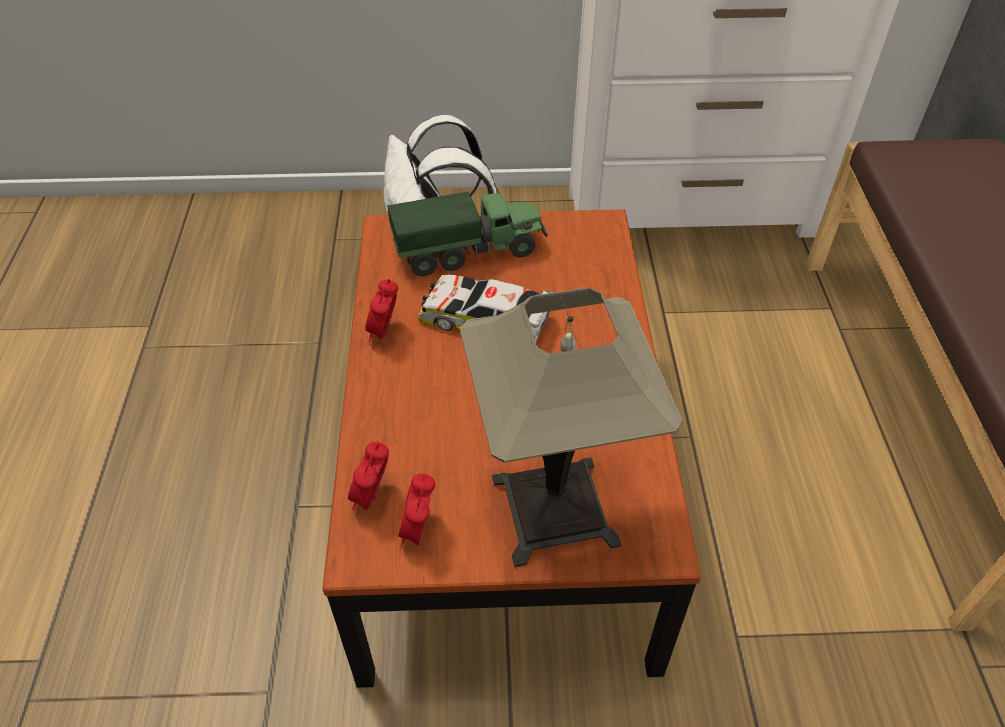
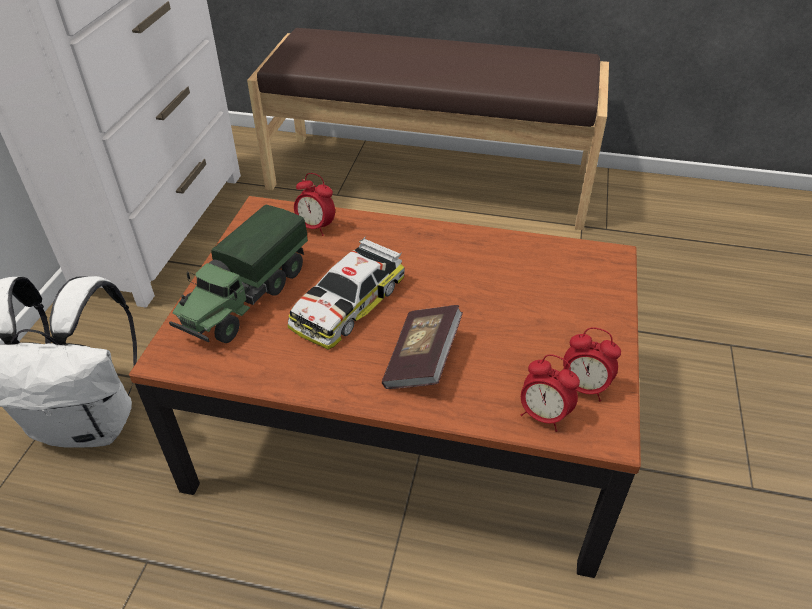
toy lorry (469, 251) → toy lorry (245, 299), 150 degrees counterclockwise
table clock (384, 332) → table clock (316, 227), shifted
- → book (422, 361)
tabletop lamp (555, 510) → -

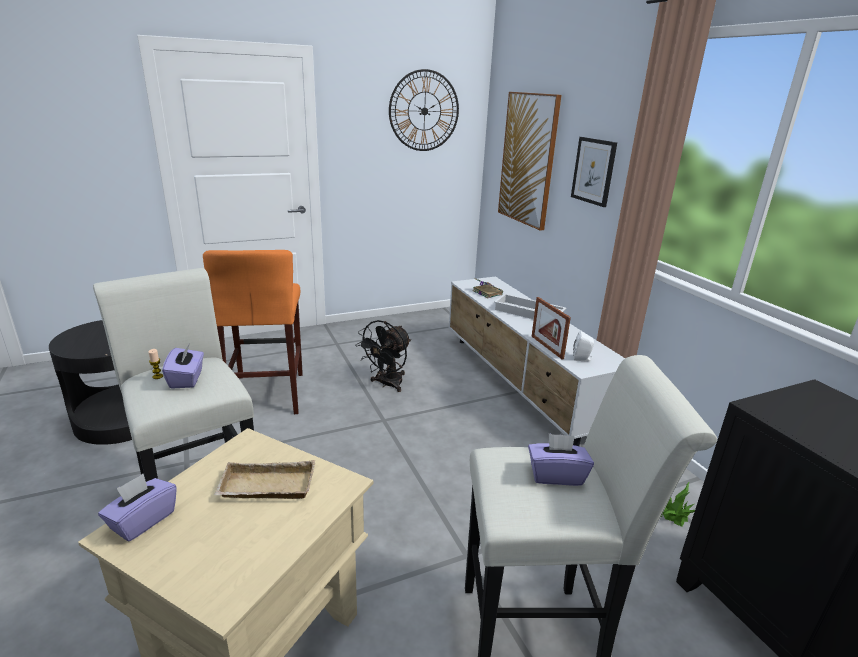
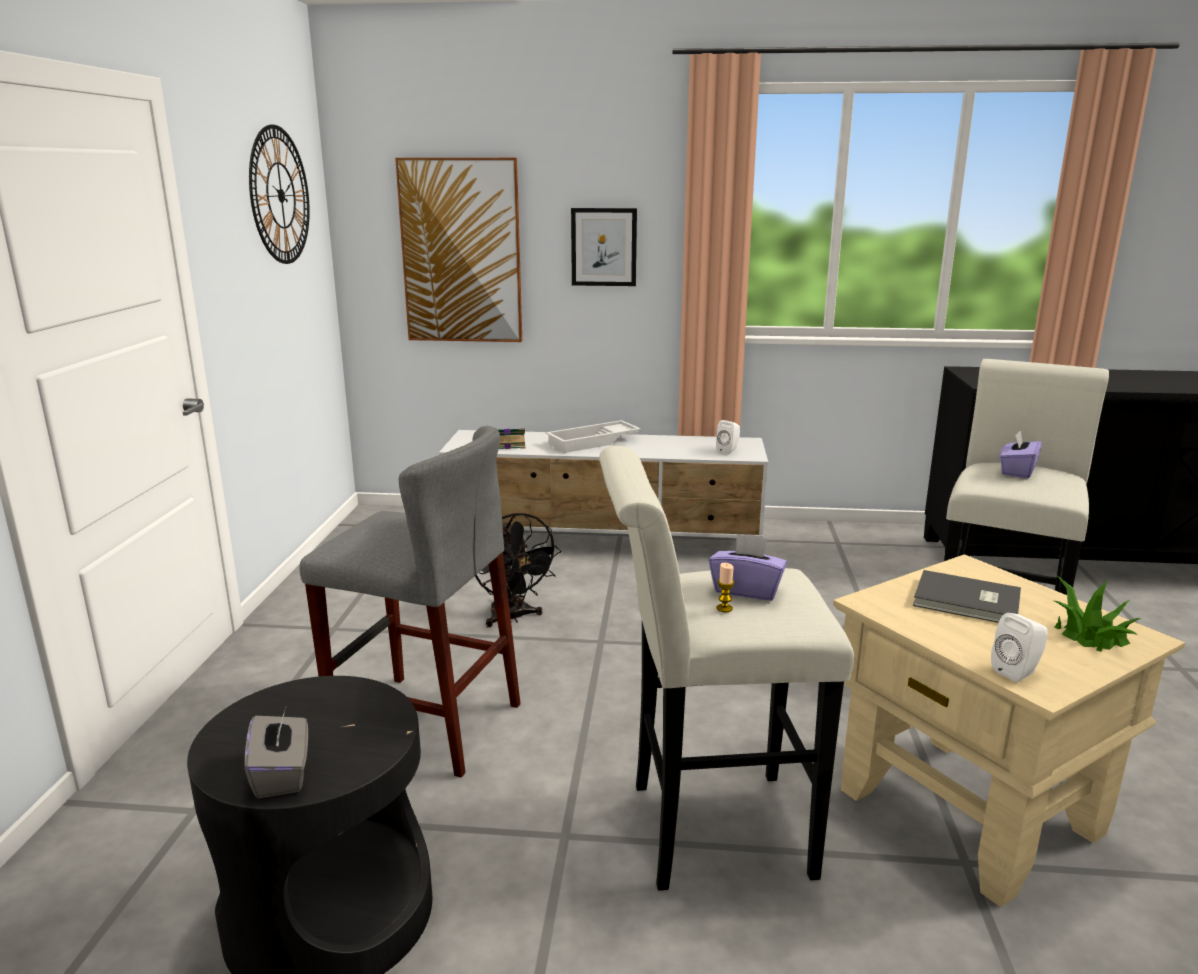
- → greyish tissue holder (282, 774)
orange-coloured stool seat (267, 394) → greyish stool seat (426, 722)
beige carrying tray (265, 488) → greyish book (968, 602)
purplish tissue holder (142, 520) → white audio speaker (1017, 672)
houseplant (674, 512) → houseplant (1090, 634), shifted
picture frame (547, 347) → -

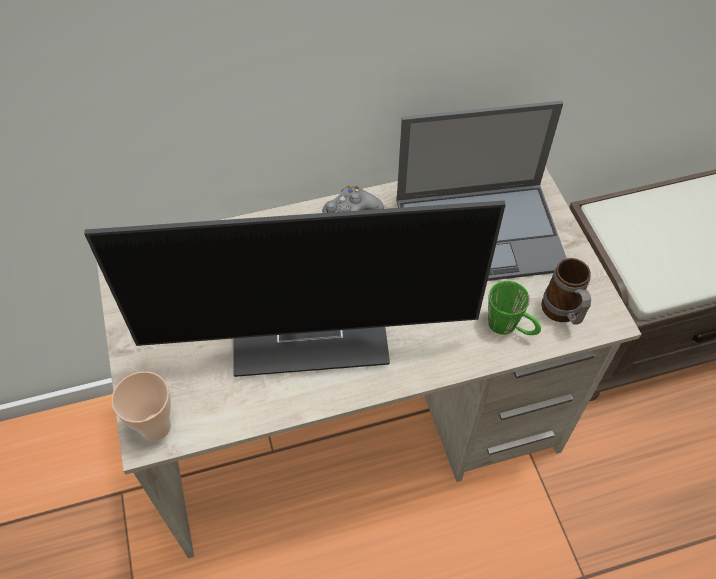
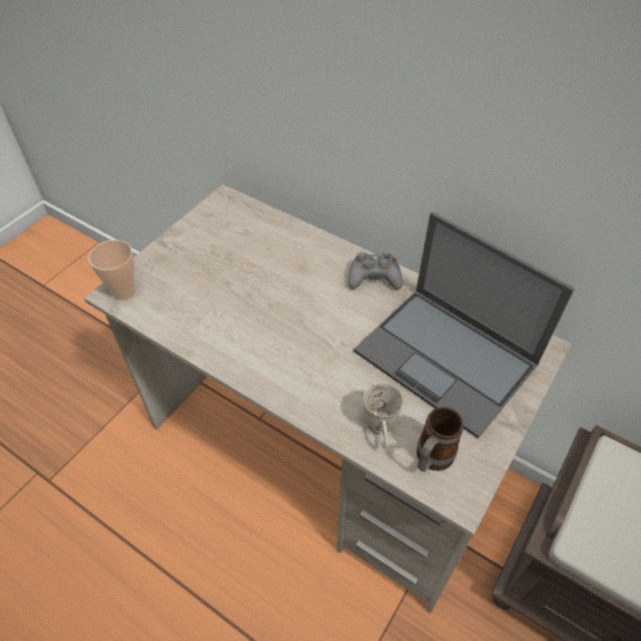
greenish mug (510, 327) → white mug (381, 431)
monitor (313, 329) → -

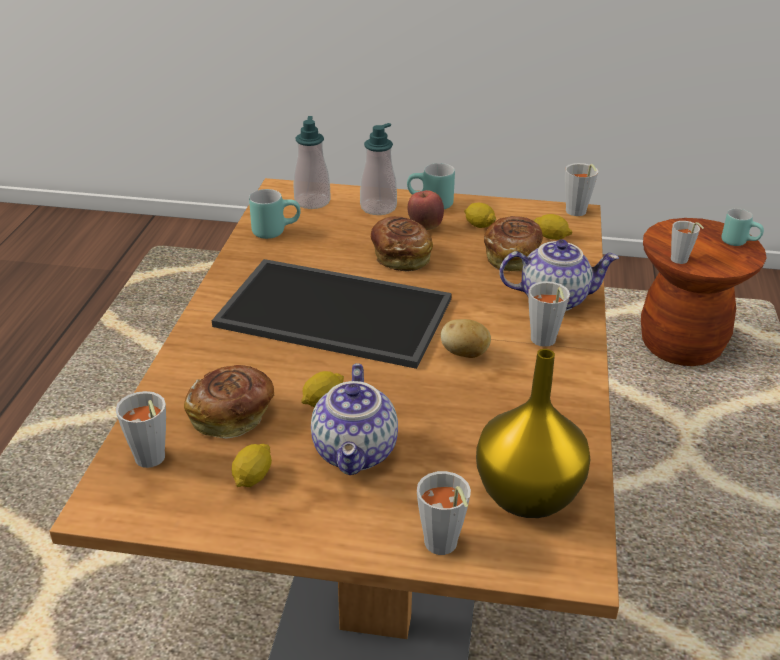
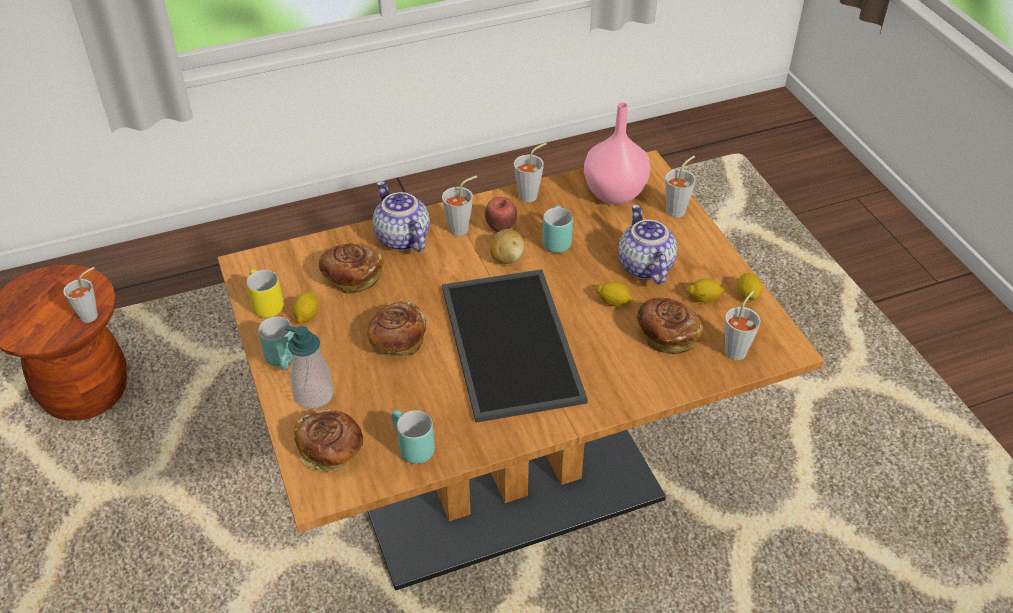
- → yellow mug (263, 305)
soap bottle (312, 201) → bakery bread (331, 451)
whole apple (425, 227) → whole apple (500, 228), shifted
greyish cup (577, 213) → greyish cup (531, 194), shifted
blue-green mug (739, 242) → blue-green mug (554, 240), shifted
yellow decorative vase (525, 495) → pink decorative vase (614, 194)
pot for tea (357, 453) → pot for tea (643, 266), 75 degrees counterclockwise
citrus fruit (551, 237) → citrus fruit (747, 294), shifted

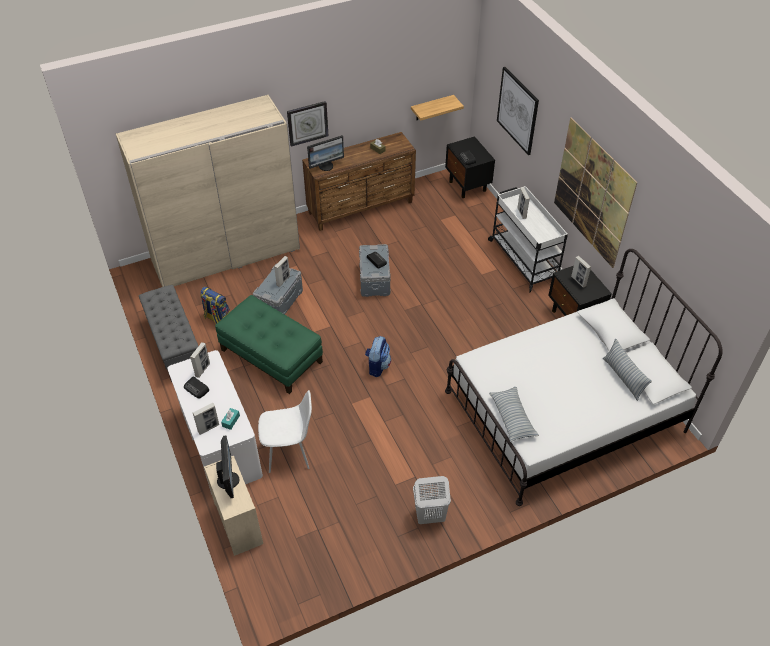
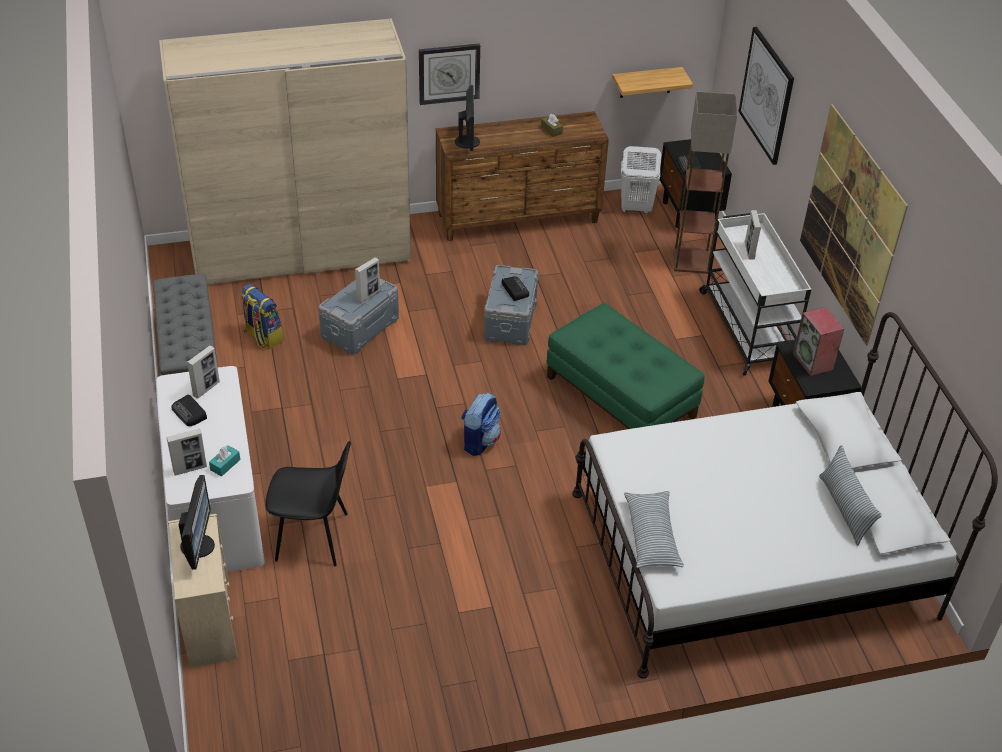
white upright chair (290, 451) → black upright chair (314, 537)
monitor (326, 166) → monitor (468, 142), 75 degrees counterclockwise
greenish pouffe (272, 355) → greenish pouffe (621, 396), shifted
white hamper (429, 516) → white hamper (635, 208), shifted
- → standing lamp (690, 260)
picture frame (578, 281) → audio speaker (813, 362)

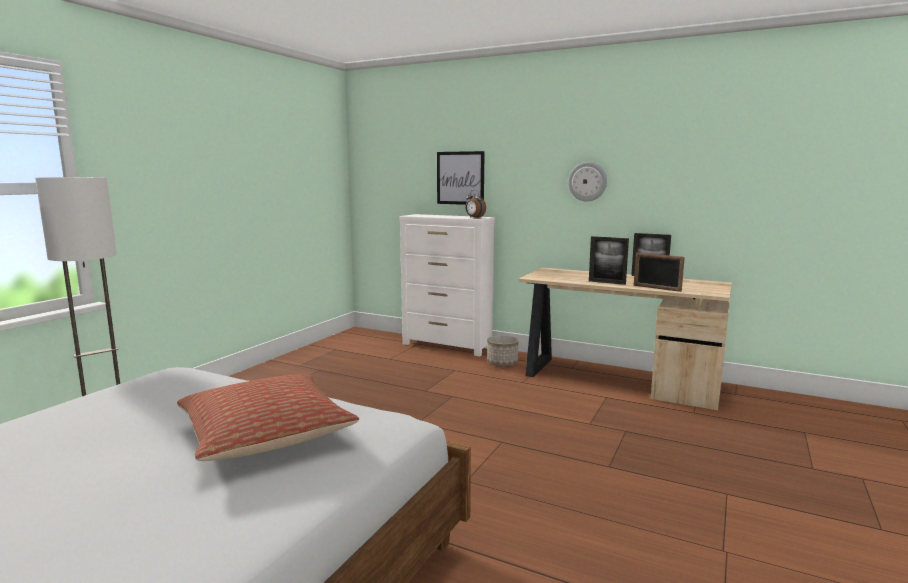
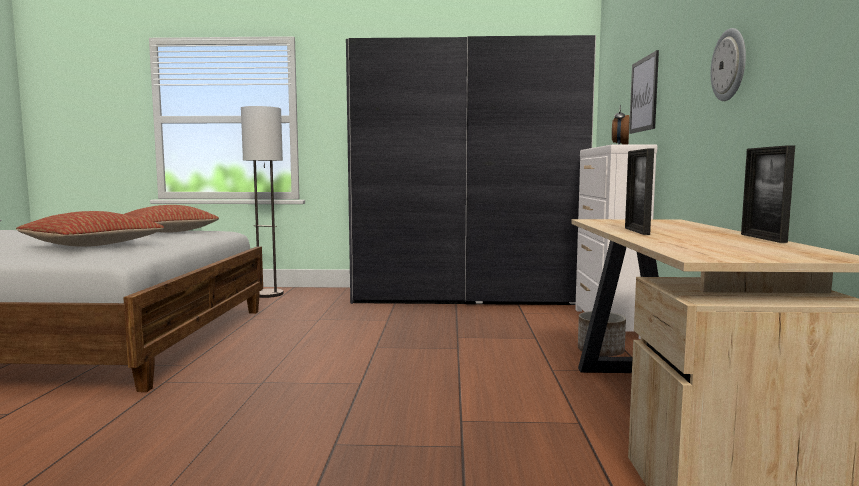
- → cushion (168, 232)
- → greyish clothes cupboard (466, 296)
picture frame (656, 288) → -

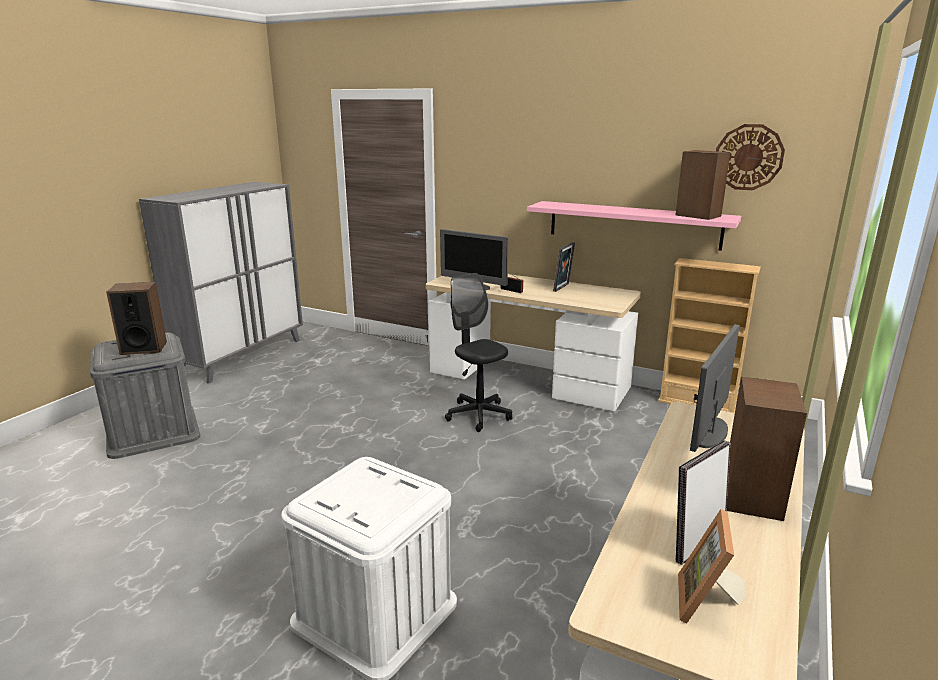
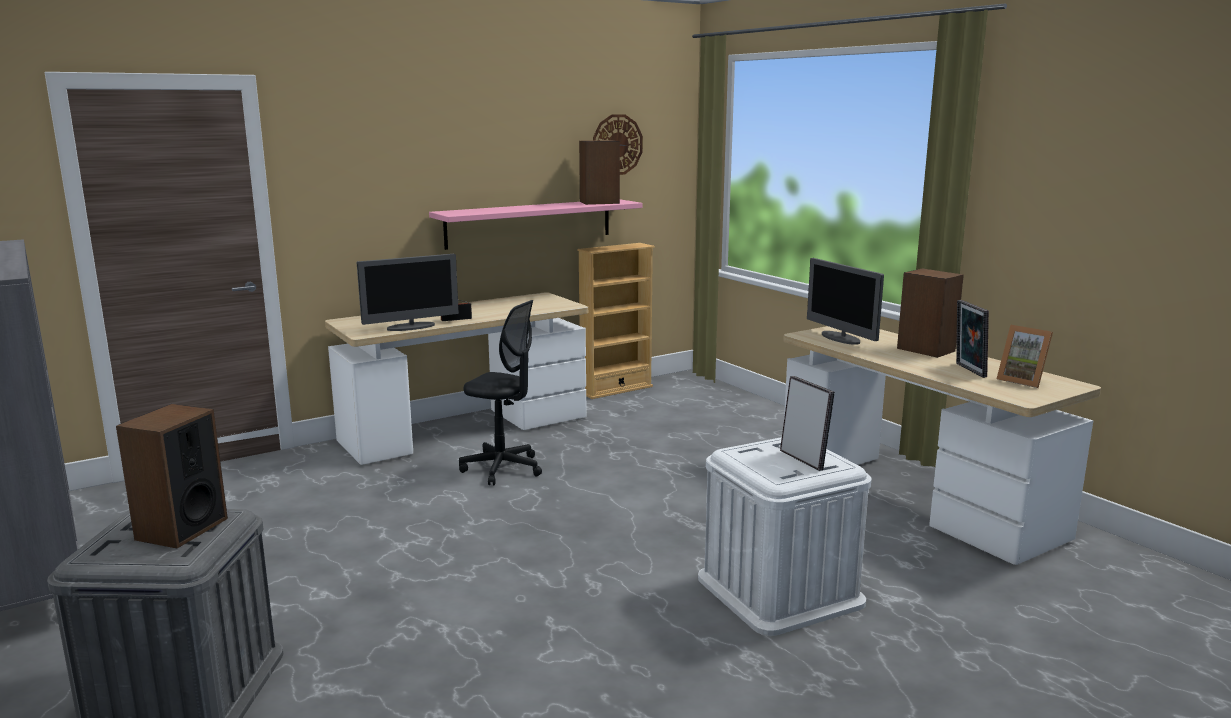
black computer chair (478, 415) → black computer chair (502, 469), 150 degrees counterclockwise
picture frame (563, 288) → picture frame (804, 459), shifted

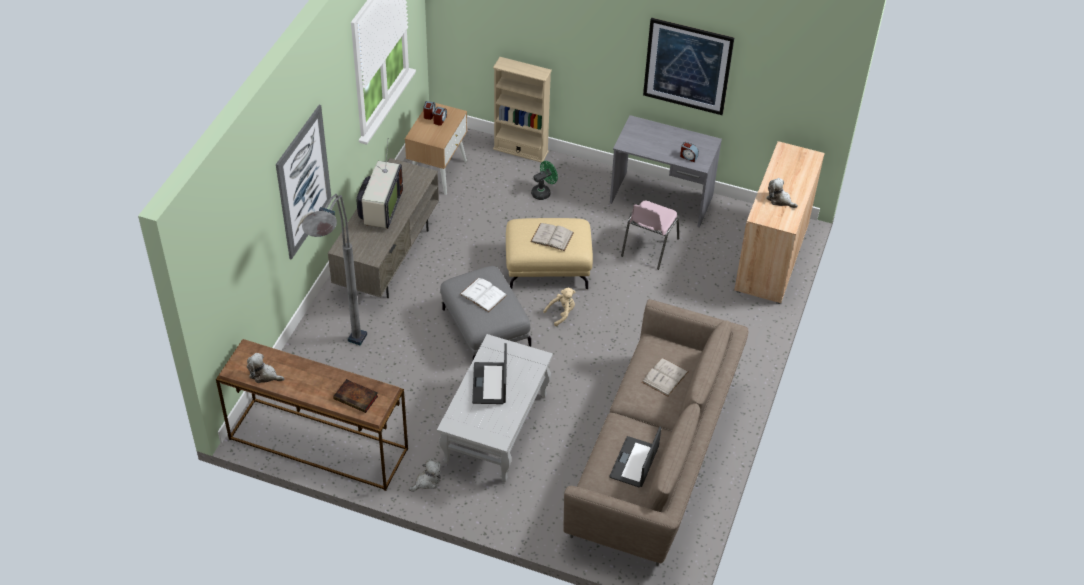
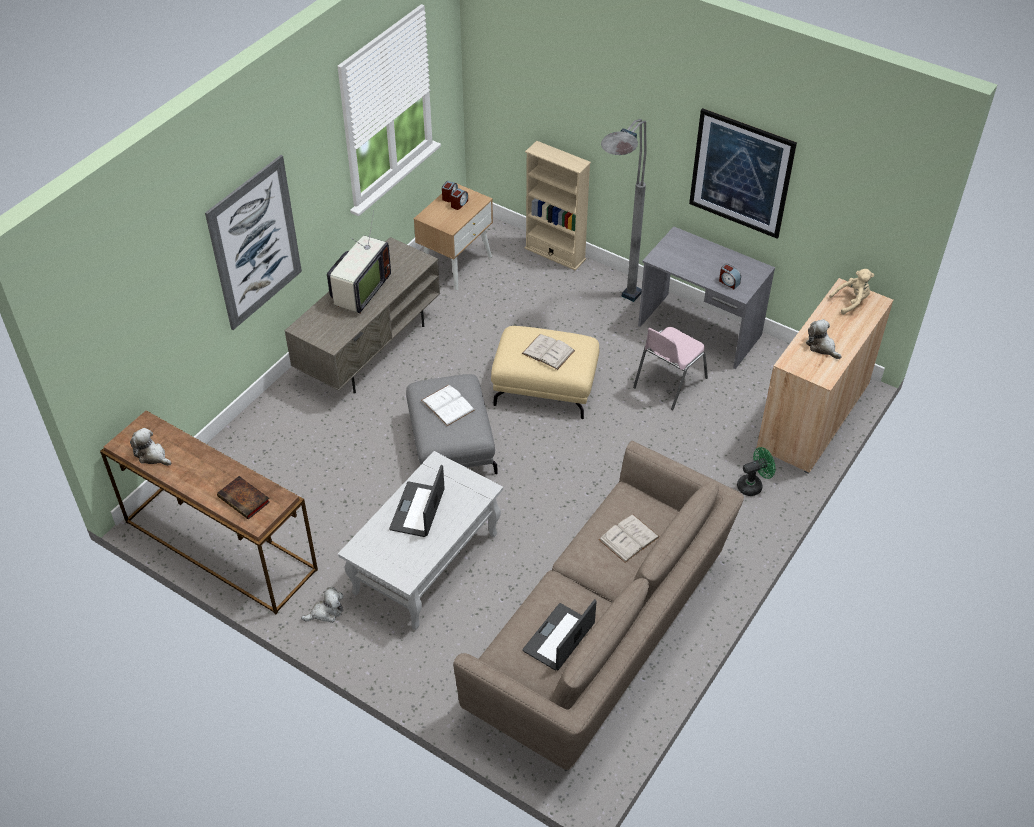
greyish standing lamp (343, 360) → greyish standing lamp (614, 313), shifted
greenish electric fan (543, 192) → greenish electric fan (753, 485), shifted
beige soft toy (561, 313) → beige soft toy (851, 302), shifted

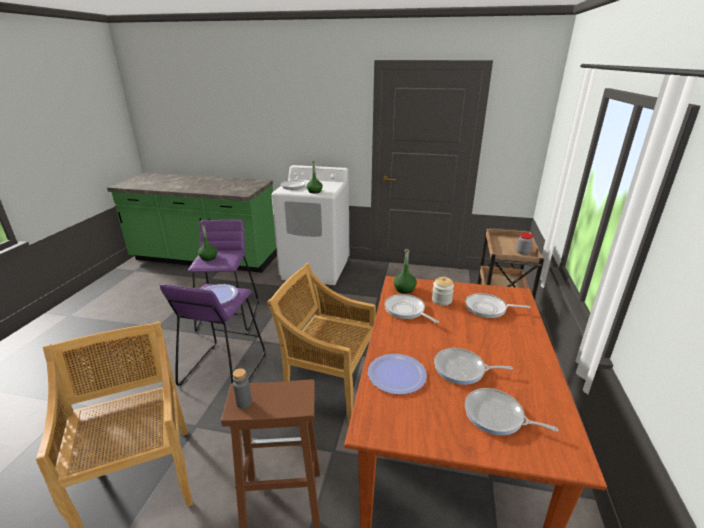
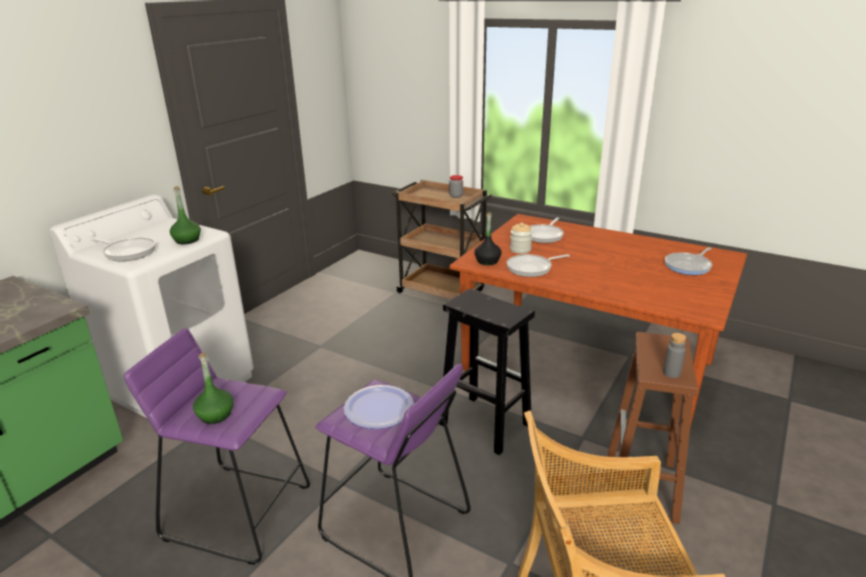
beige upright chair (328, 387) → black stool seat (483, 423)
greenish bottle (404, 289) → black bottle (487, 261)
plate (396, 375) → -
frying pan (462, 369) → -

